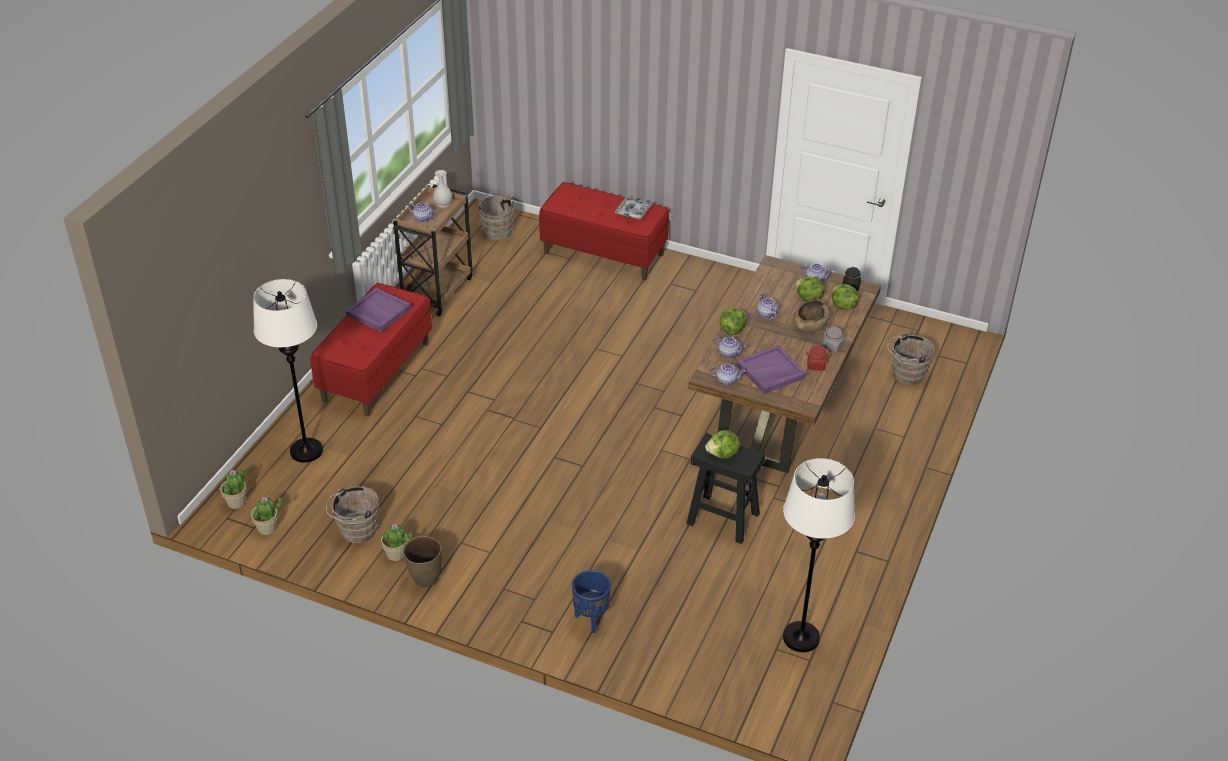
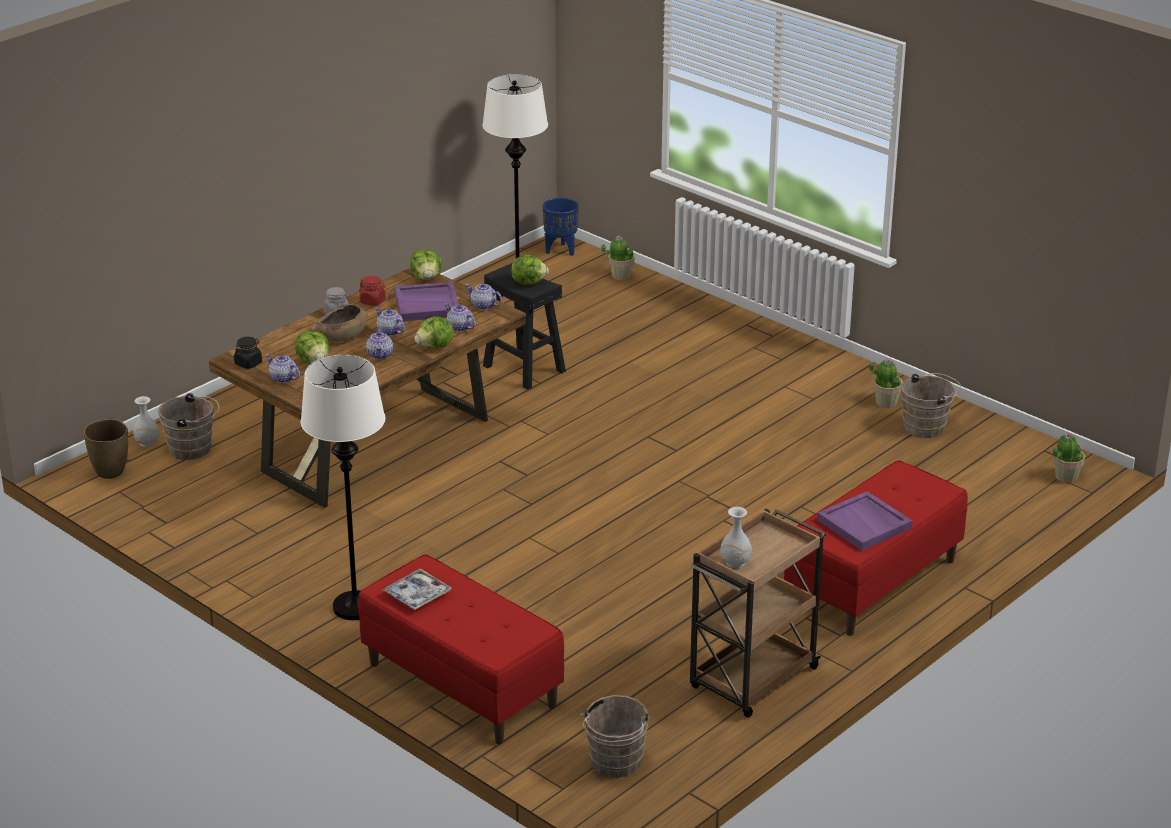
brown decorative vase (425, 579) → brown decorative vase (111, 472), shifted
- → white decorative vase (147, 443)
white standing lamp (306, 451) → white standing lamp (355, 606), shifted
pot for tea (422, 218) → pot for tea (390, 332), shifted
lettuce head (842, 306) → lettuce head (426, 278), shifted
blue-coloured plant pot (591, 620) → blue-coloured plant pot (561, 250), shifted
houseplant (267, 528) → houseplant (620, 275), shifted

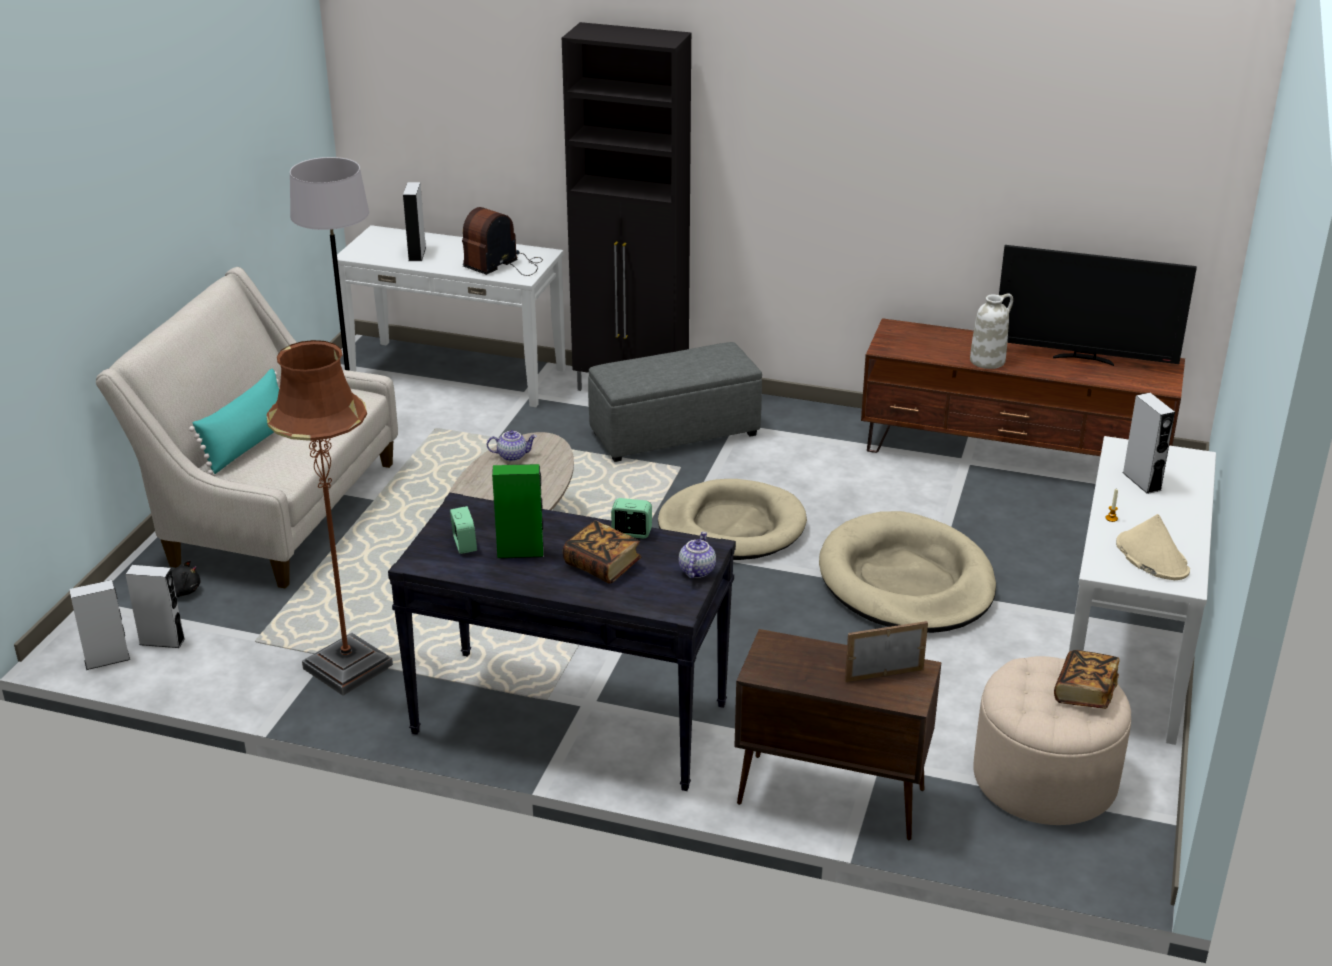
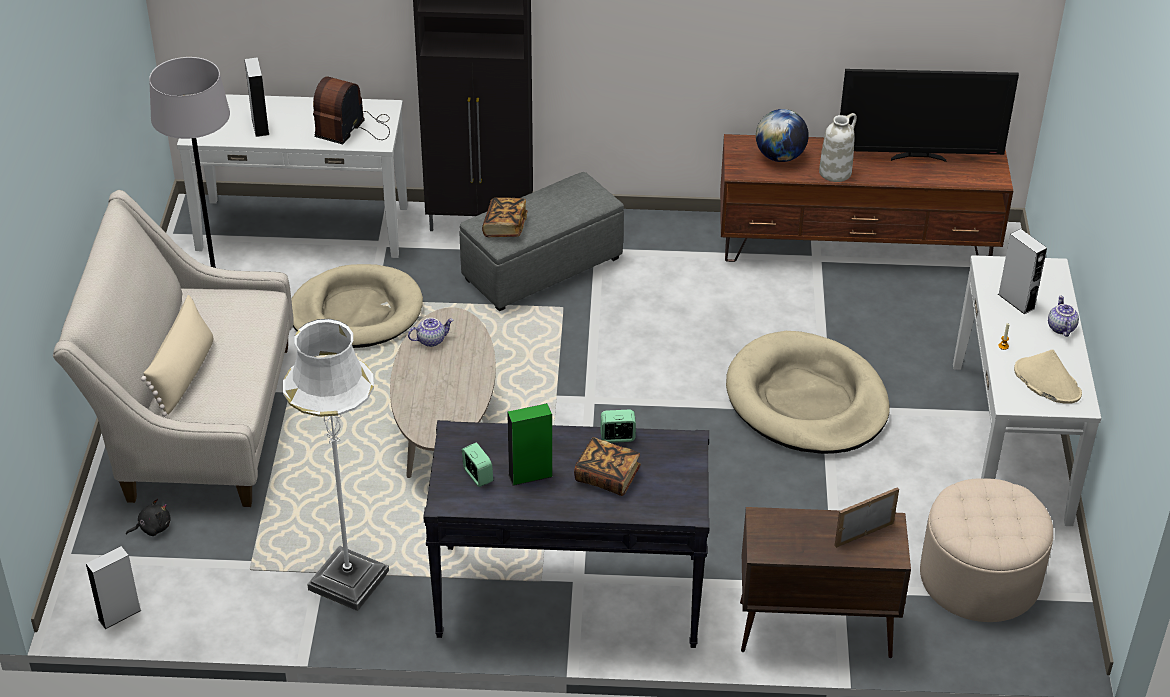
blue-green cushion (249, 445) → beige cushion (183, 374)
brown standing lamp (348, 667) → white standing lamp (348, 580)
beige dog bed (732, 527) → beige dog bed (356, 312), shifted
book (1085, 692) → book (505, 227), shifted
- → world globe (780, 156)
pot for tea (696, 570) → pot for tea (1060, 327), shifted
greyish audio speaker (162, 641) → -

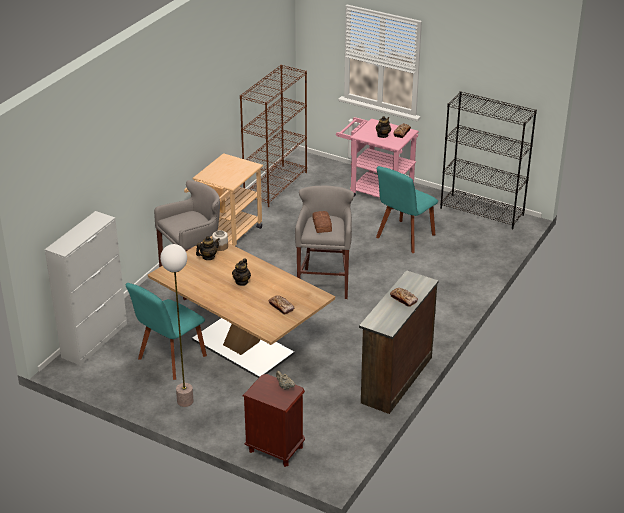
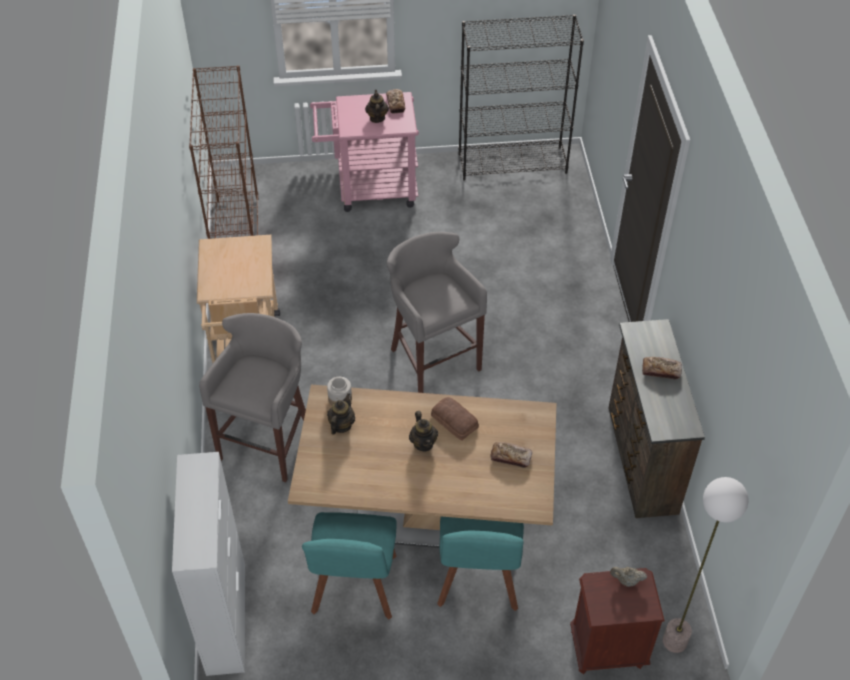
bakery bread (321, 225) → bakery bread (454, 422), shifted
blue-green upright chair (404, 237) → blue-green upright chair (478, 581), shifted
standing lamp (185, 401) → standing lamp (674, 641), shifted

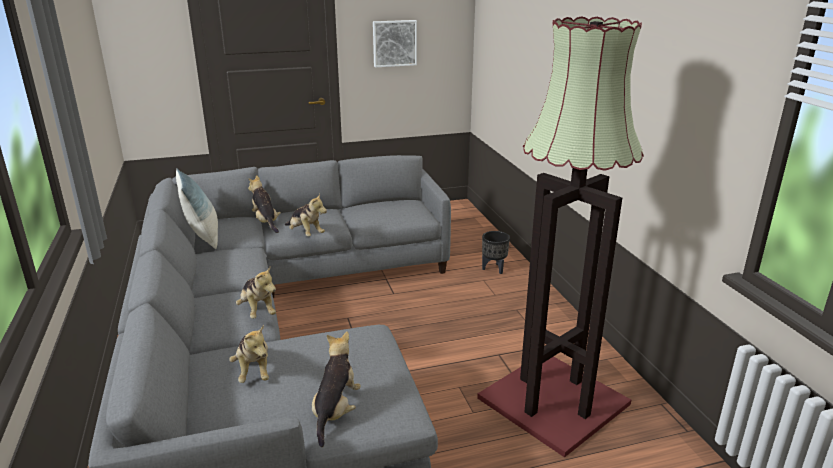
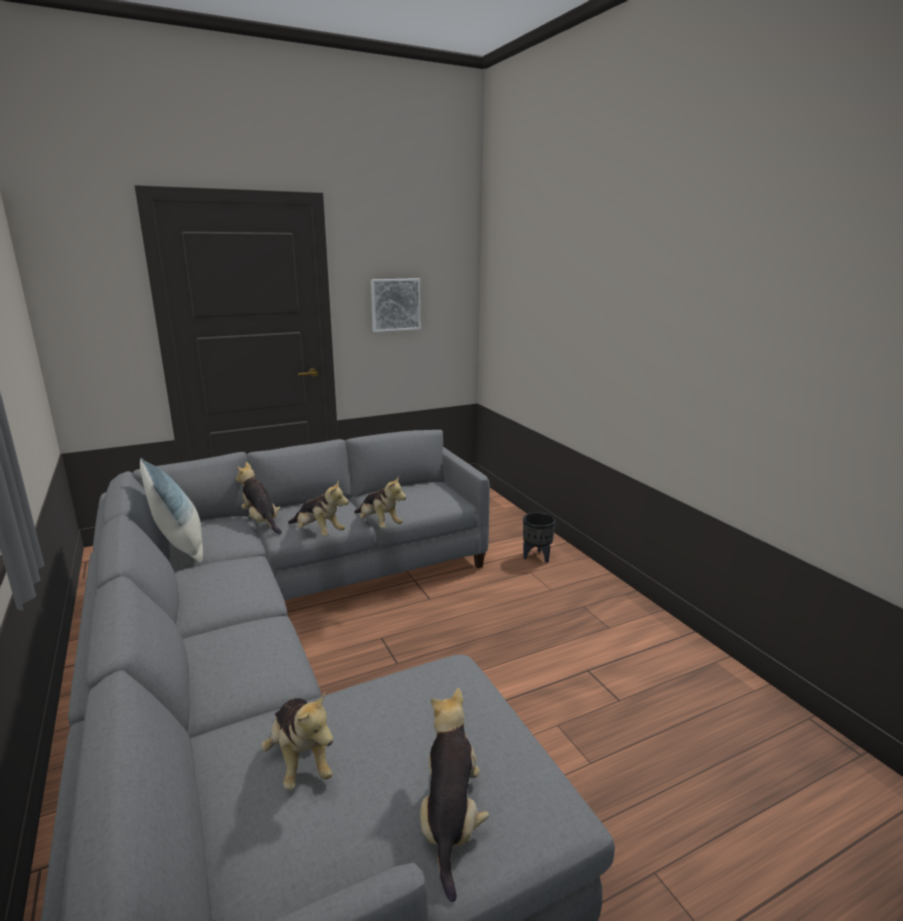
soft toy (257, 311) → soft toy (379, 524), shifted
standing lamp (553, 403) → -

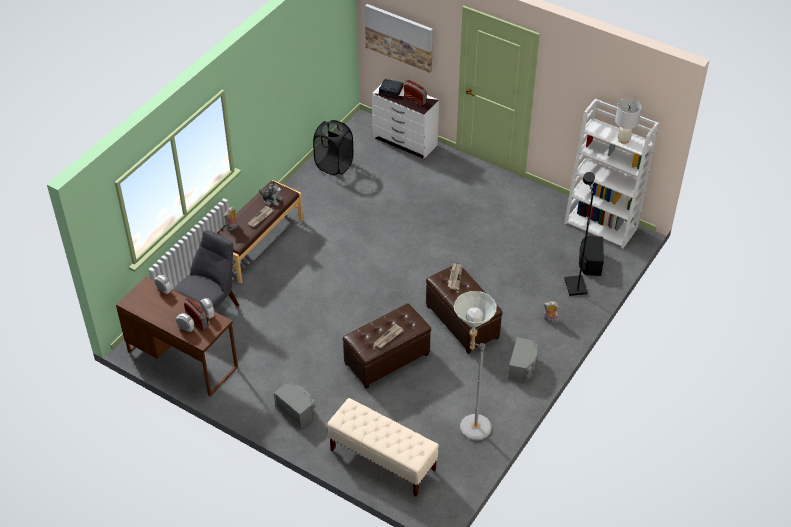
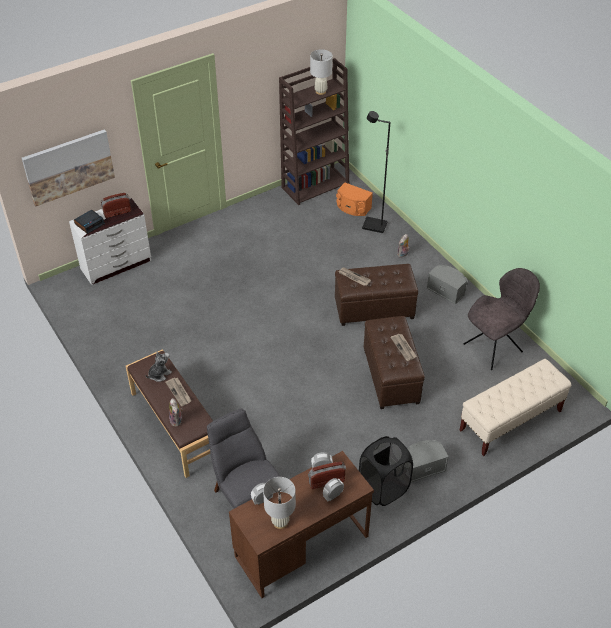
- → white tabletop lamp (280, 522)
white bookshelf (602, 225) → brown bookshelf (315, 185)
black audio speaker (590, 262) → orange-coloured audio speaker (353, 208)
black hamper (334, 165) → black hamper (383, 488), shifted
greyish standing lamp (469, 425) → greyish upright chair (494, 347)

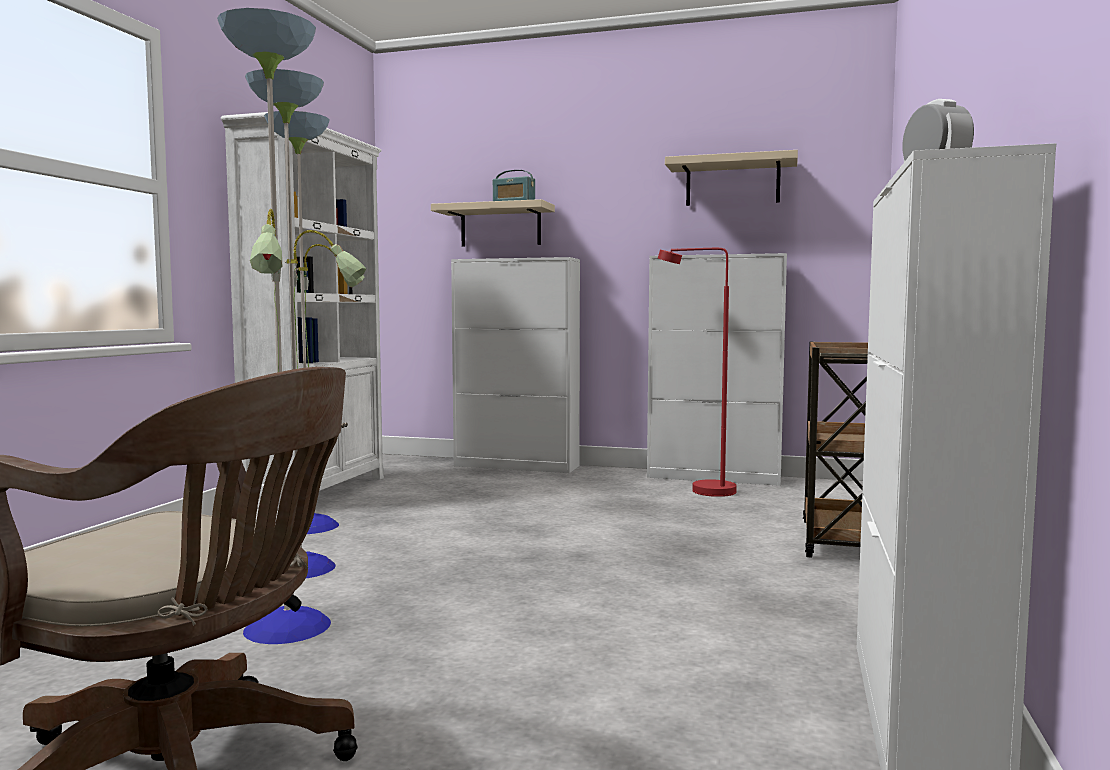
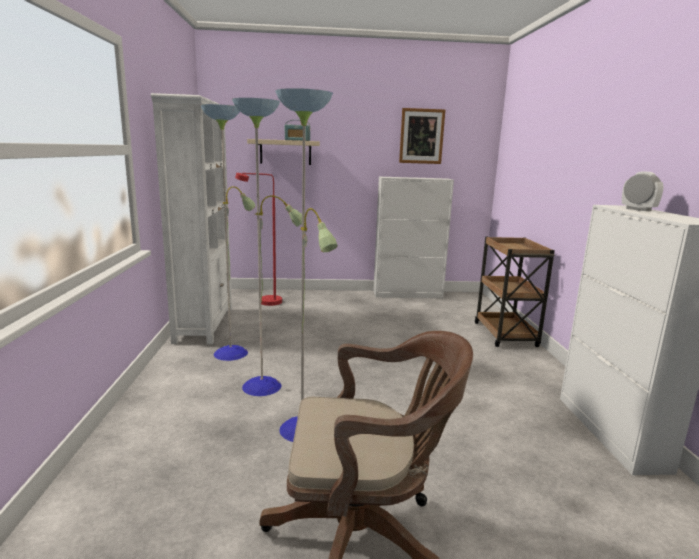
red-coloured standing lamp (701, 490) → red-coloured standing lamp (264, 301), shifted
beige wall shelf (732, 183) → wall picture (421, 136)
white cabinet (517, 466) → -

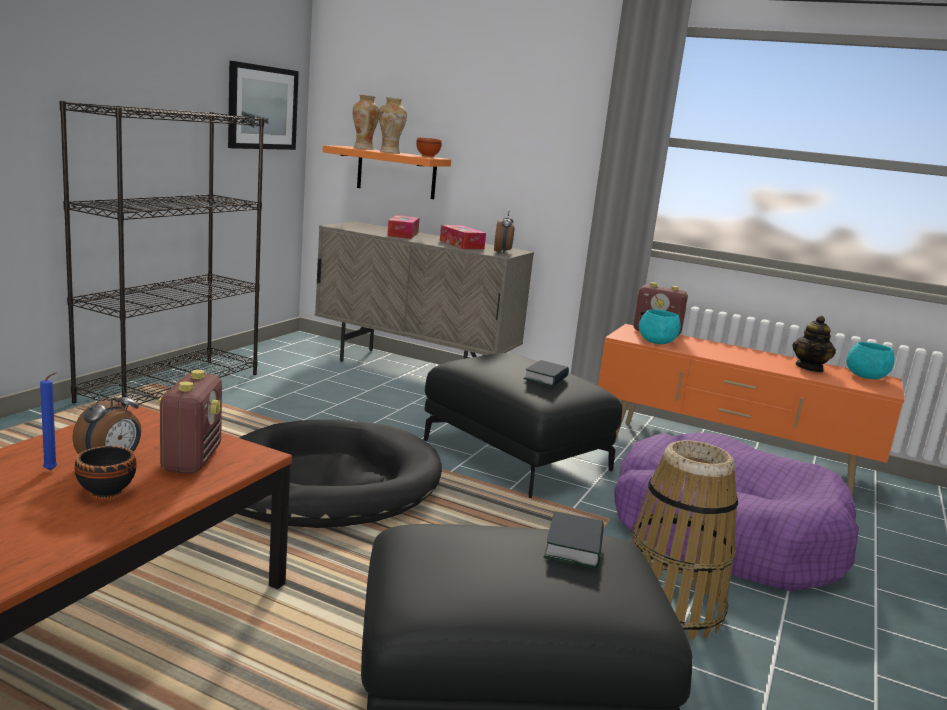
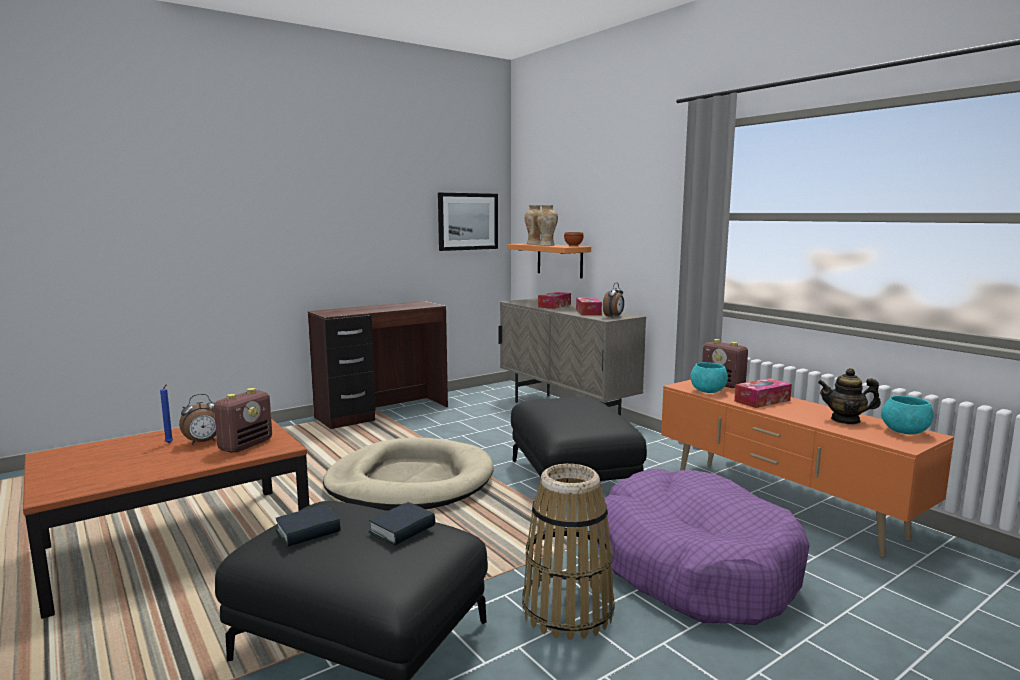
book (546, 378) → book (308, 531), shifted
black bookshelf (171, 386) → brown desk (383, 412)
black dog bed (326, 483) → beige dog bed (410, 482)
- → tissue holder (762, 400)
pot for tea (809, 368) → pot for tea (845, 420), 60 degrees clockwise
black deep dish (104, 492) → -

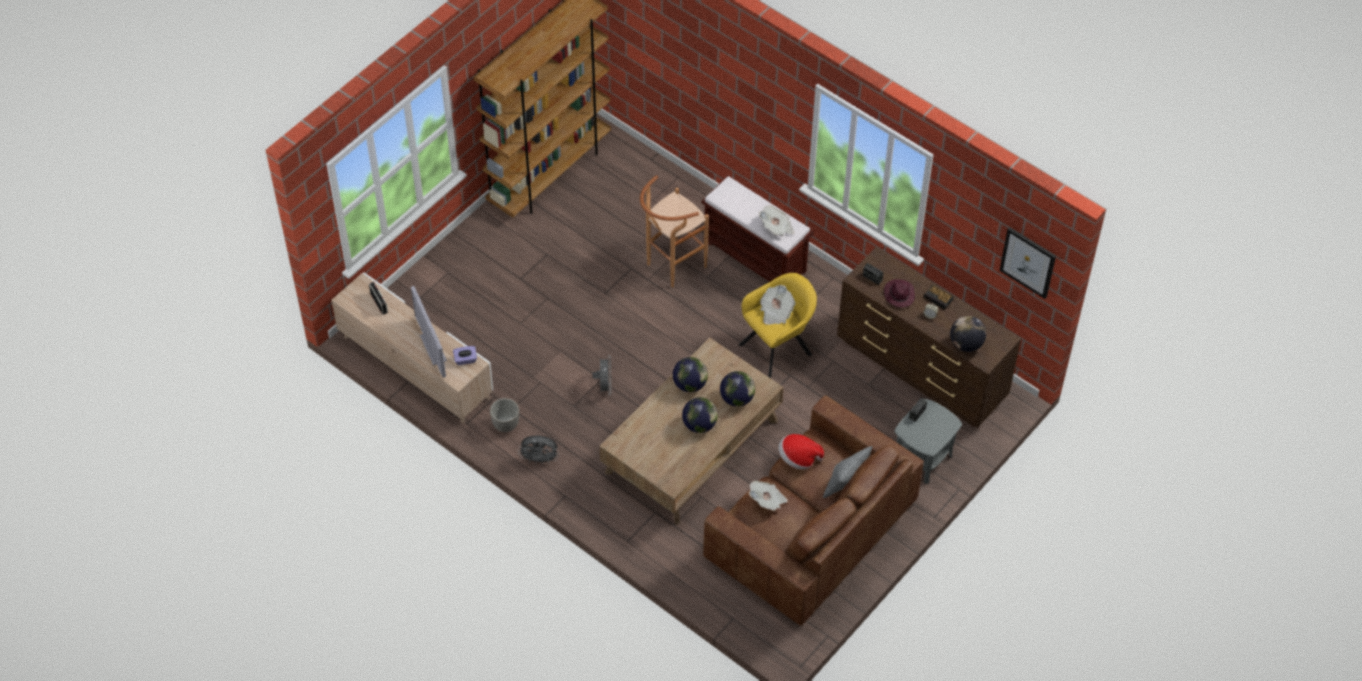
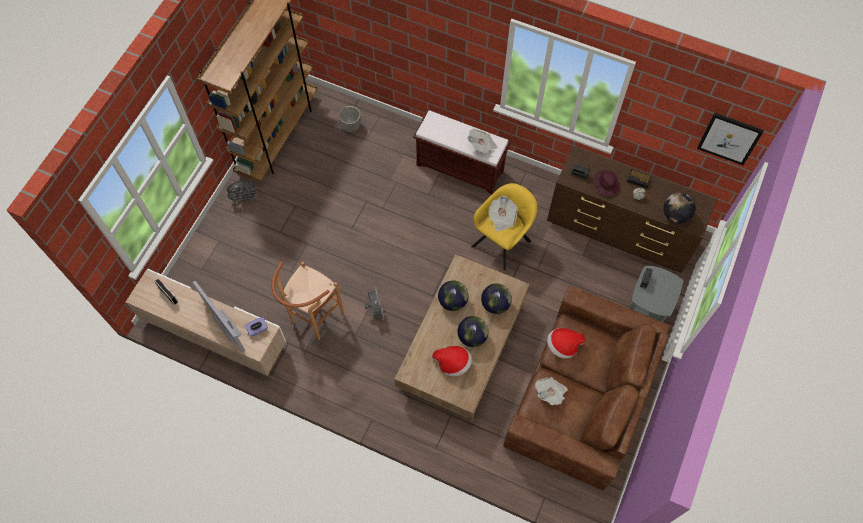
greyish electric fan (540, 459) → greyish electric fan (244, 199), shifted
brown stool seat (671, 267) → brown stool seat (313, 320), shifted
plant pot (505, 425) → plant pot (351, 127), shifted
- → wearable hat (453, 363)
greyish cushion (845, 485) → -

